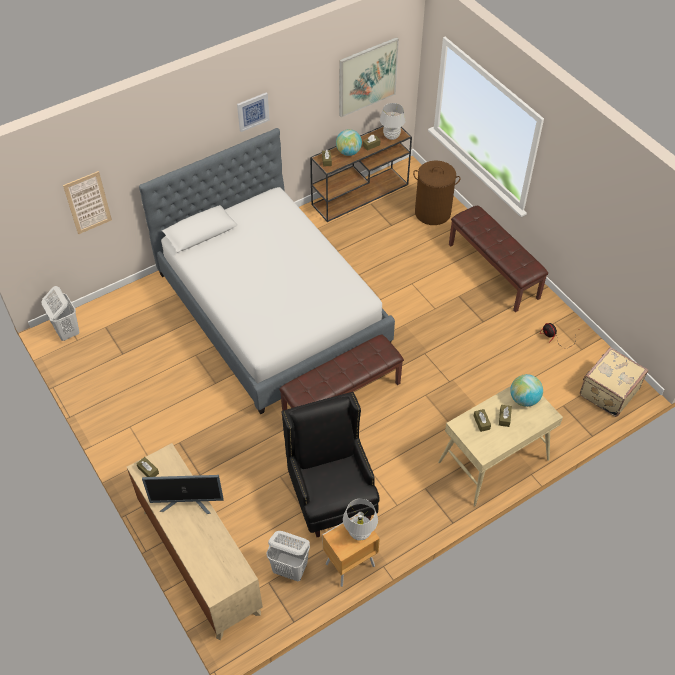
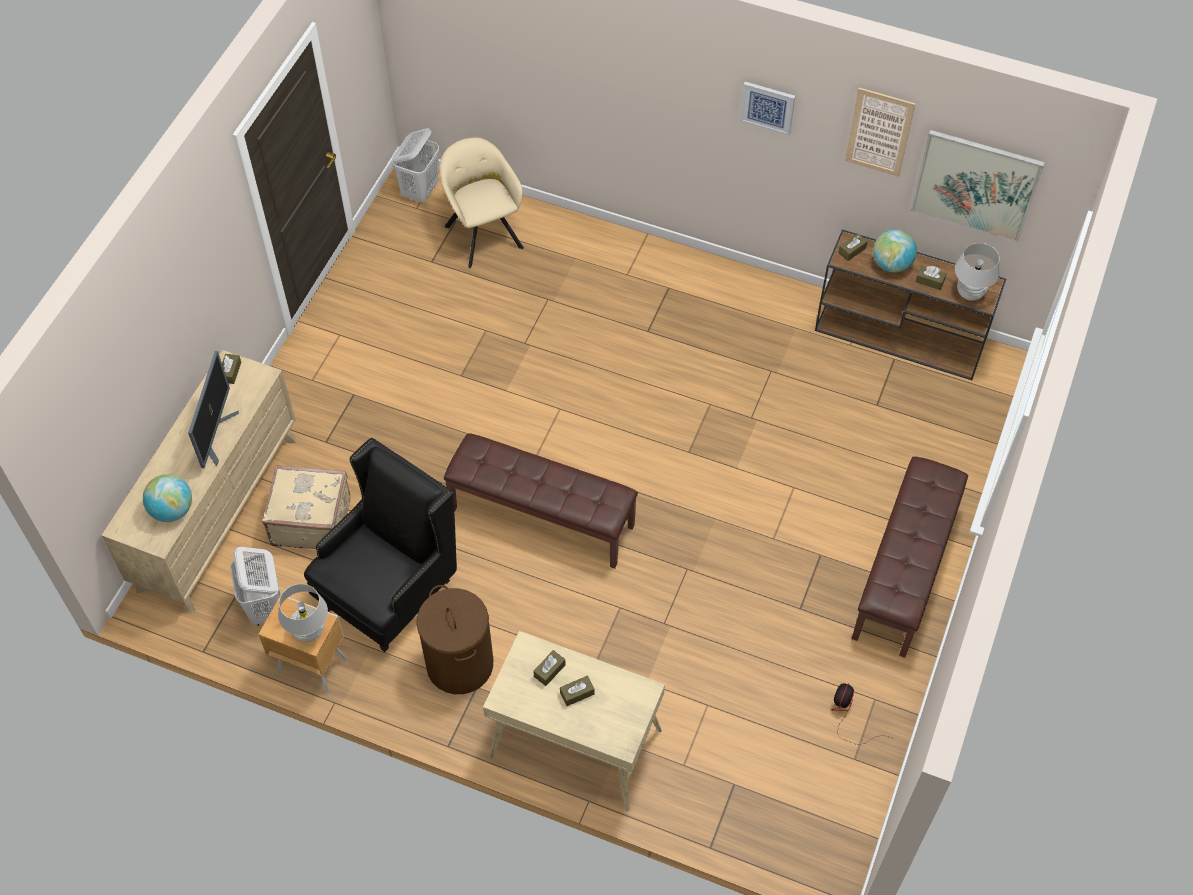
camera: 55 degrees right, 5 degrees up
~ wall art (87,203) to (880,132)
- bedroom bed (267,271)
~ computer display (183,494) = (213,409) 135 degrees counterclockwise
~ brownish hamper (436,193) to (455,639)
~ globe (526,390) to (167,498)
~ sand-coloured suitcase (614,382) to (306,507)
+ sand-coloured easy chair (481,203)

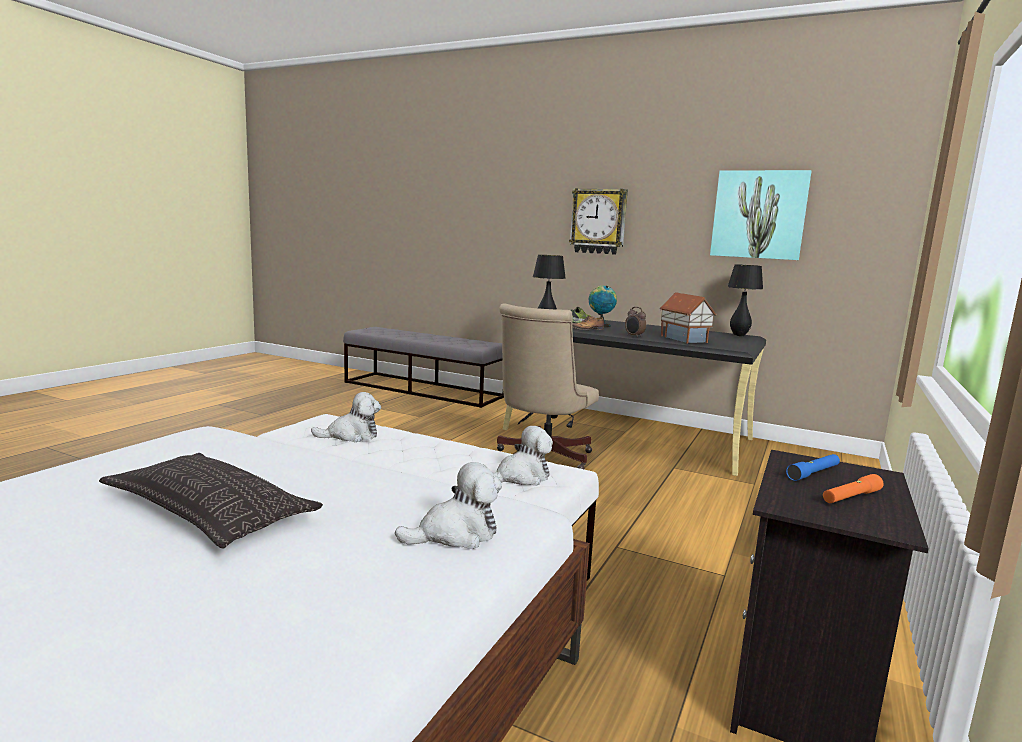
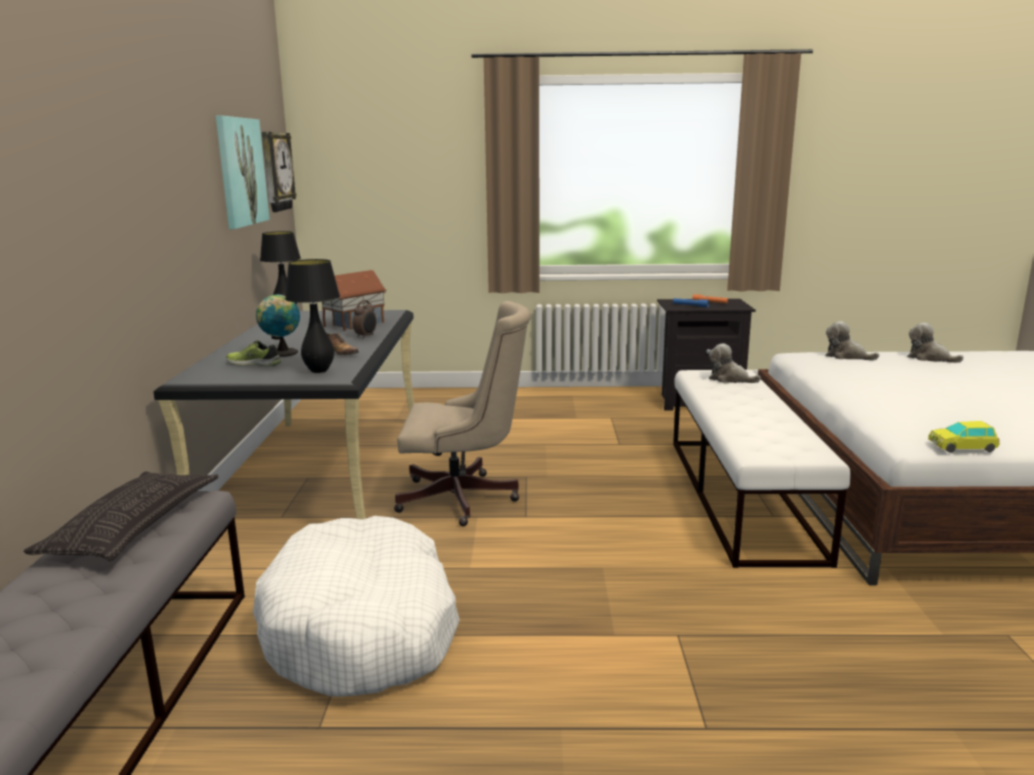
camera: 115 degrees left, 5 degrees up
~ pillow (211,500) to (120,516)
~ cuddly toy (346,417) to (935,343)
~ clock on the wall (598,221) to (279,172)
+ whitish pet bed (356,606)
+ toy car (964,437)

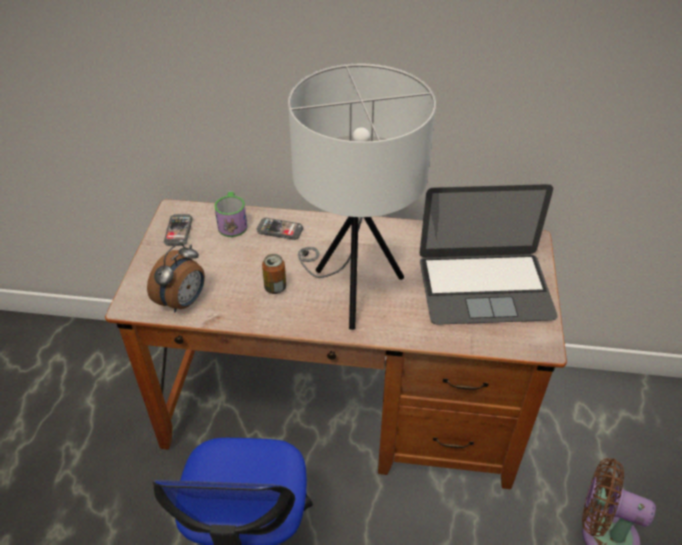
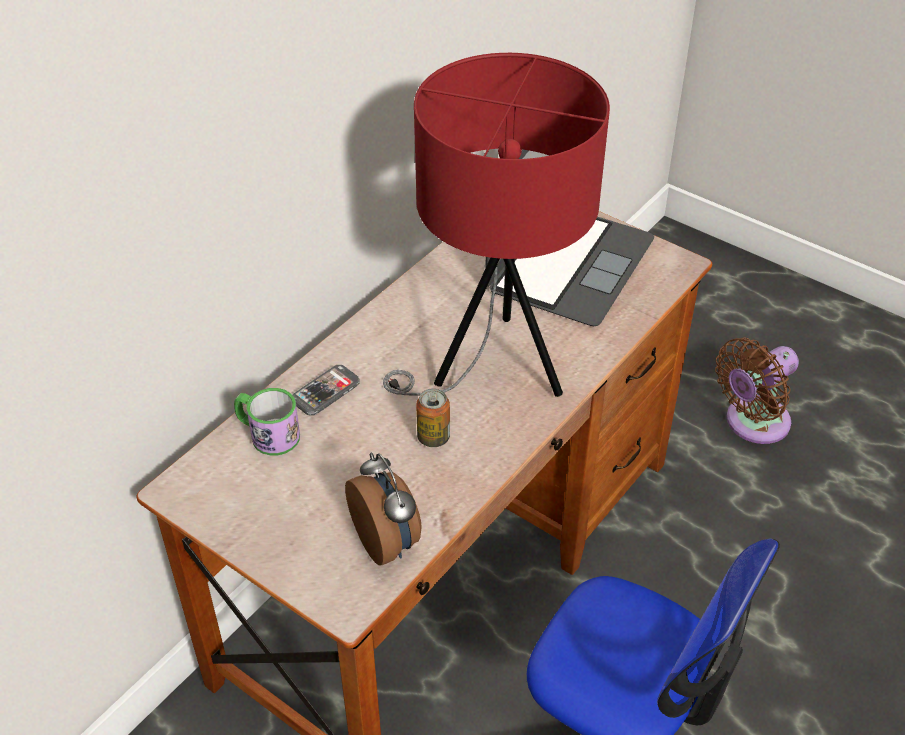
camera: 60 degrees left, 0 degrees up
- handset (178,230)
~ whitish lamp for a table (362,197) to red lamp for a table (496,225)

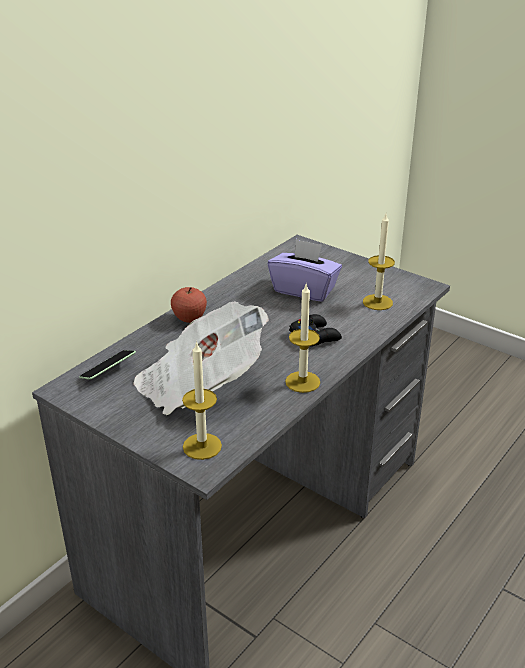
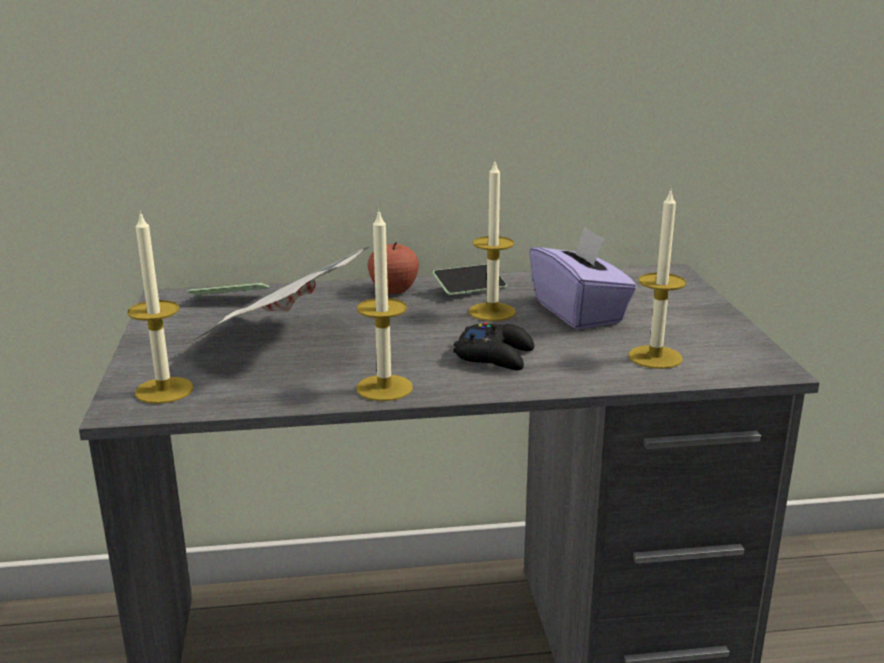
camera: 45 degrees right, 10 degrees down
+ handset (470,279)
+ wax light (492,241)

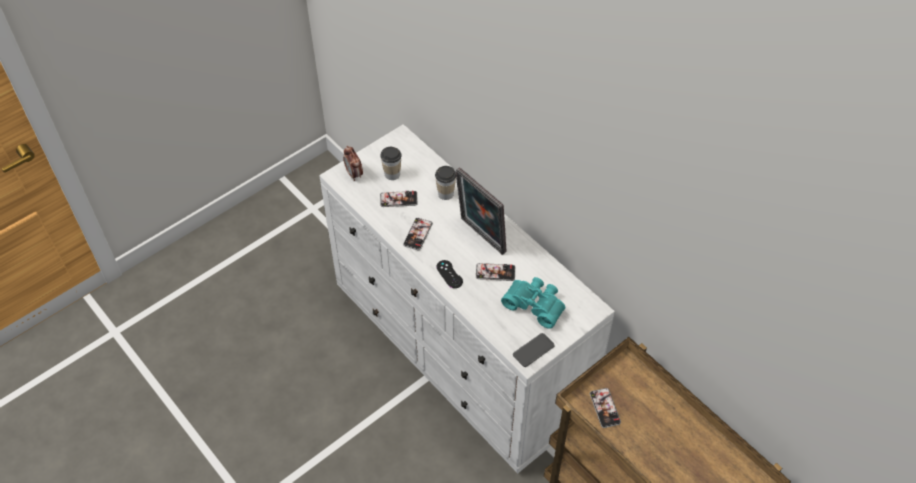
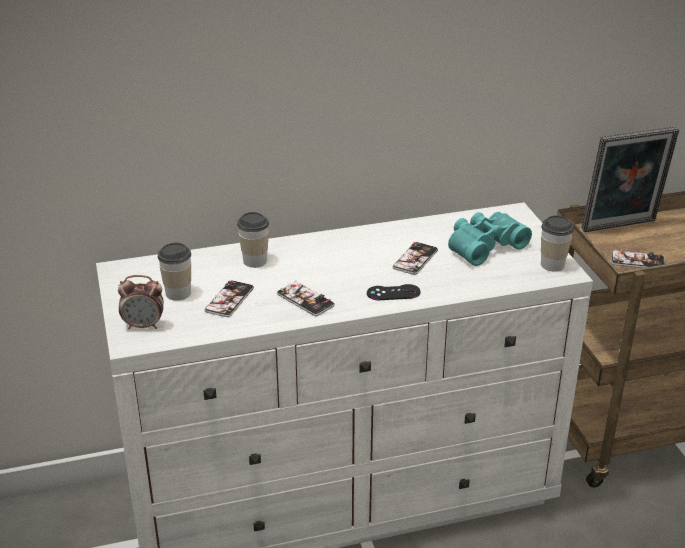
camera: 65 degrees left, 20 degrees down
~ picture frame (481,211) to (630,179)
~ handset (534,350) to small cup (557,243)

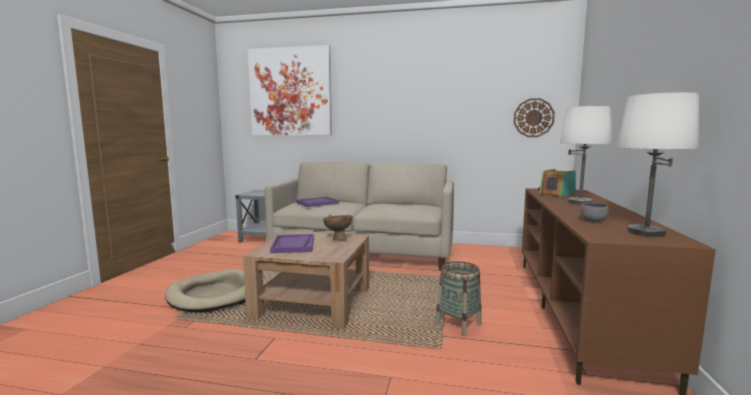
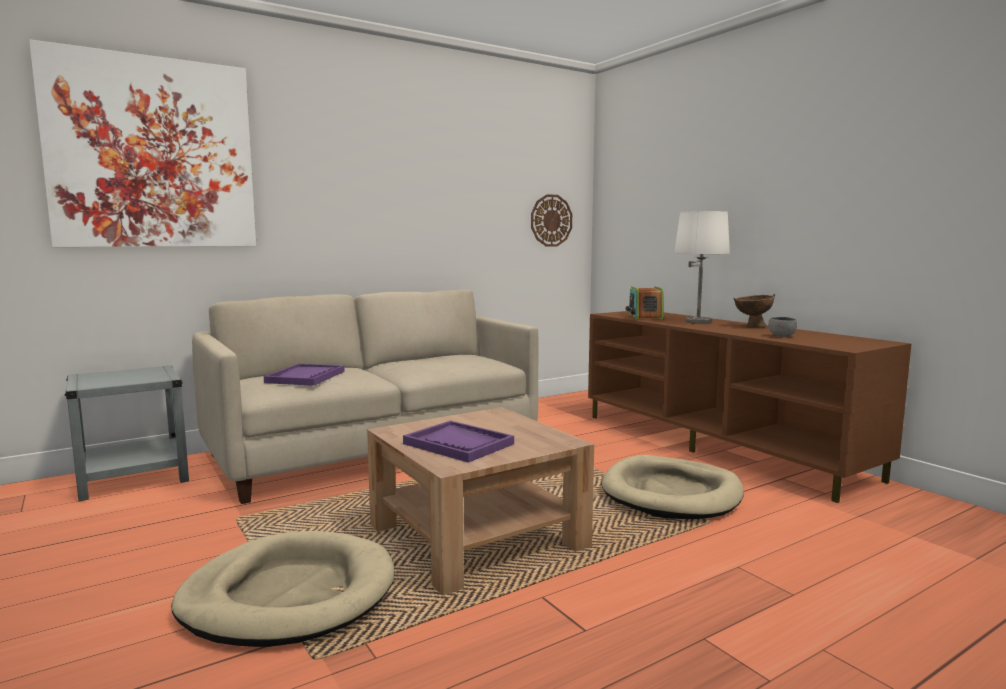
camera: 45 degrees left, 0 degrees up
~ brownish serving bowl (338,228) to (754,310)
~ basket (458,298) to sand-coloured pet bed (673,487)
- whitish lamp for a table (658,164)

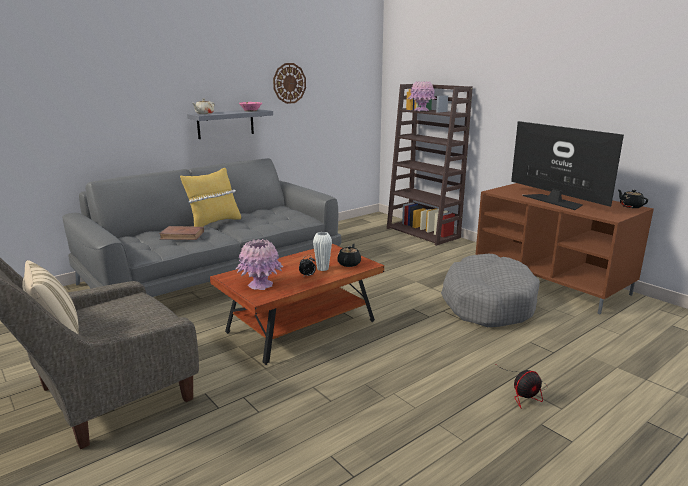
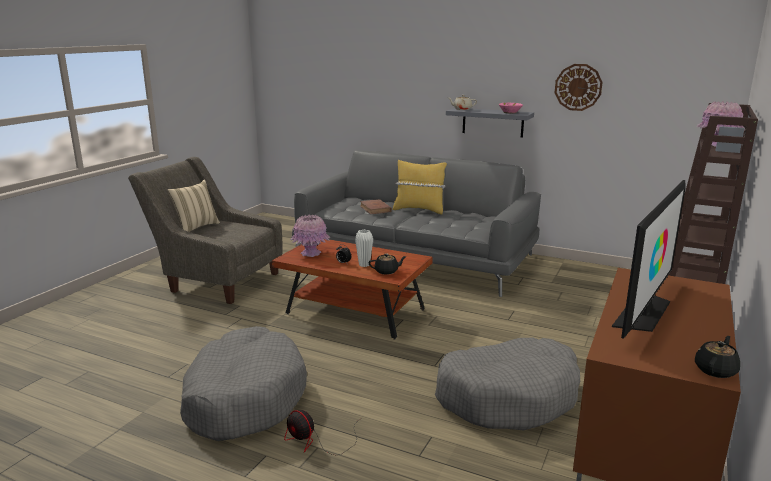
camera: 65 degrees right, 0 degrees up
+ greyish pet bed (243,383)

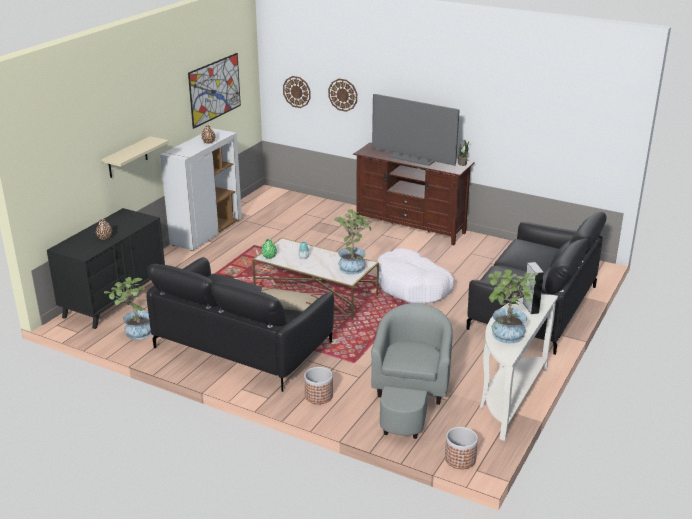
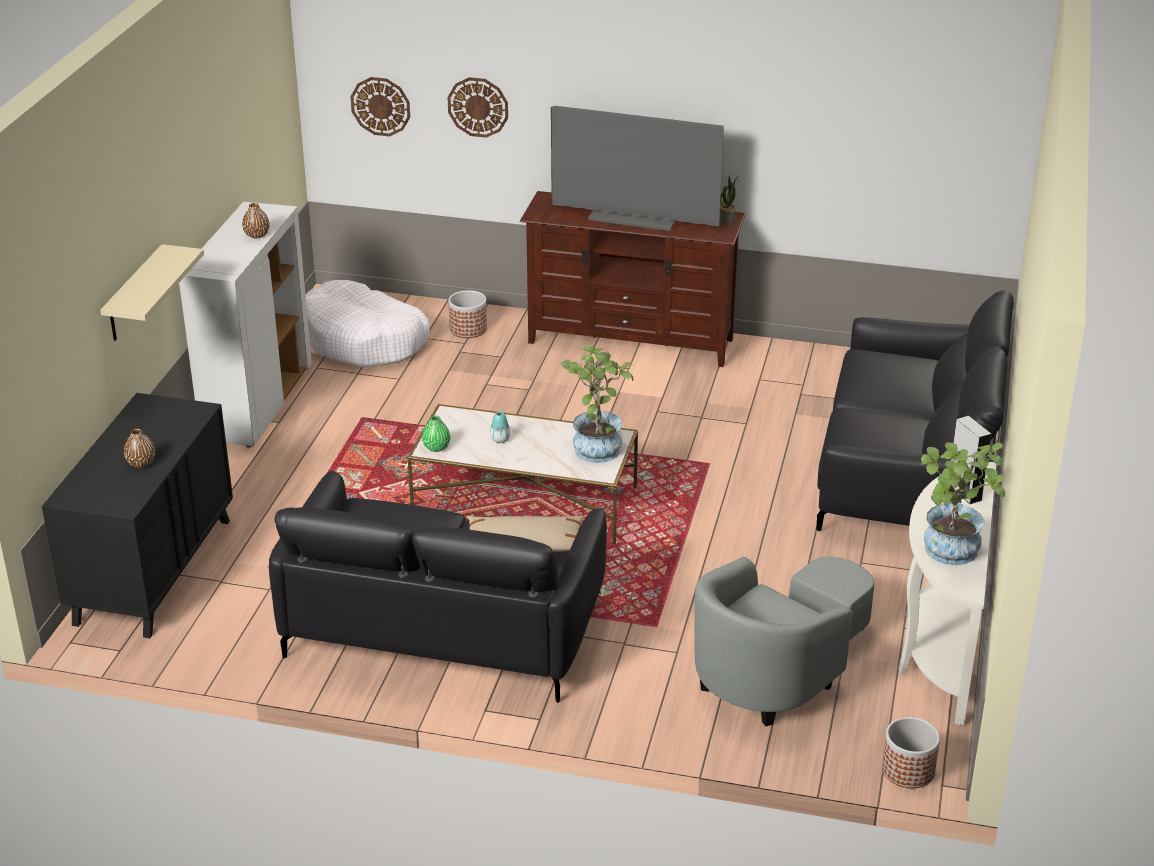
camera: 15 degrees left, 5 degrees up
- houseplant (127,308)
- wall art (214,91)
~ planter (318,385) to (467,314)
~ greyish easy chair (412,371) = (784,641) 135 degrees counterclockwise
~ whitish pet bed (415,275) to (367,323)

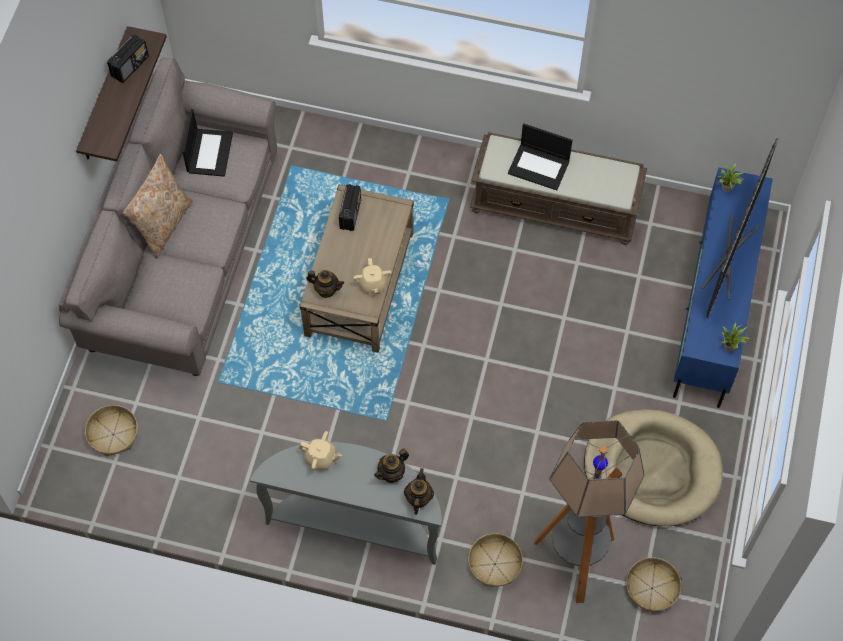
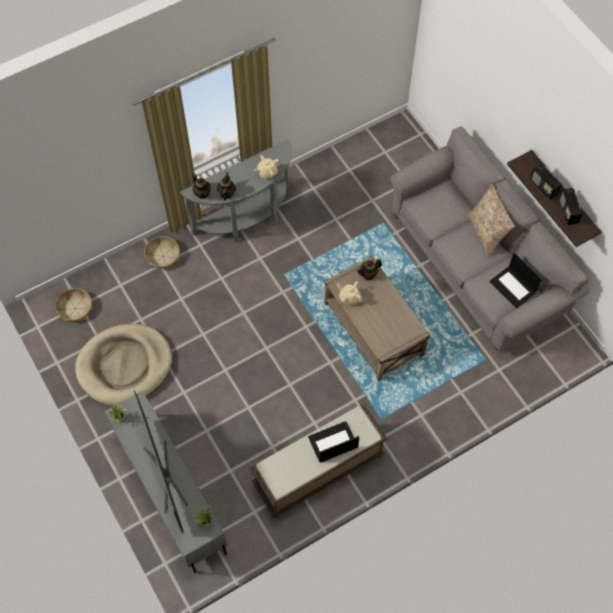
camera: 135 degrees right, 0 degrees up
- basket (111,431)
~ radio receiver (350,207) to (546,182)
- standard lamp (589,511)
~ blue tv unit (723,288) to greyish tv unit (165,482)

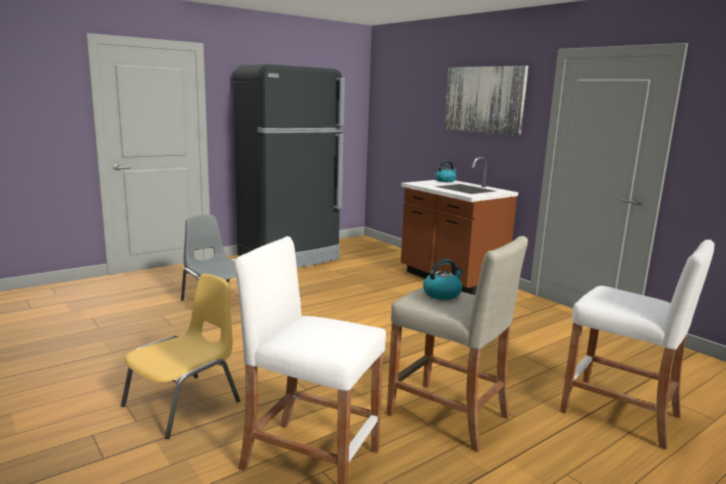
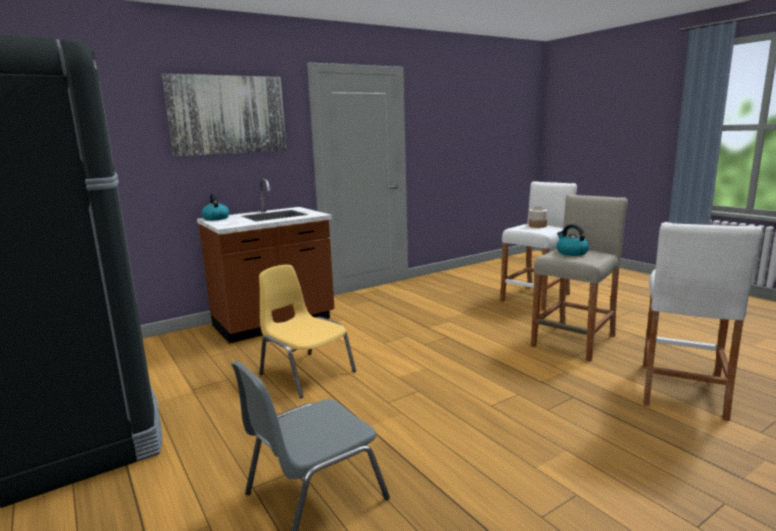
camera: 85 degrees left, 0 degrees up
~ yellow upright chair (180,356) to (307,331)
+ preserve jar (538,217)

